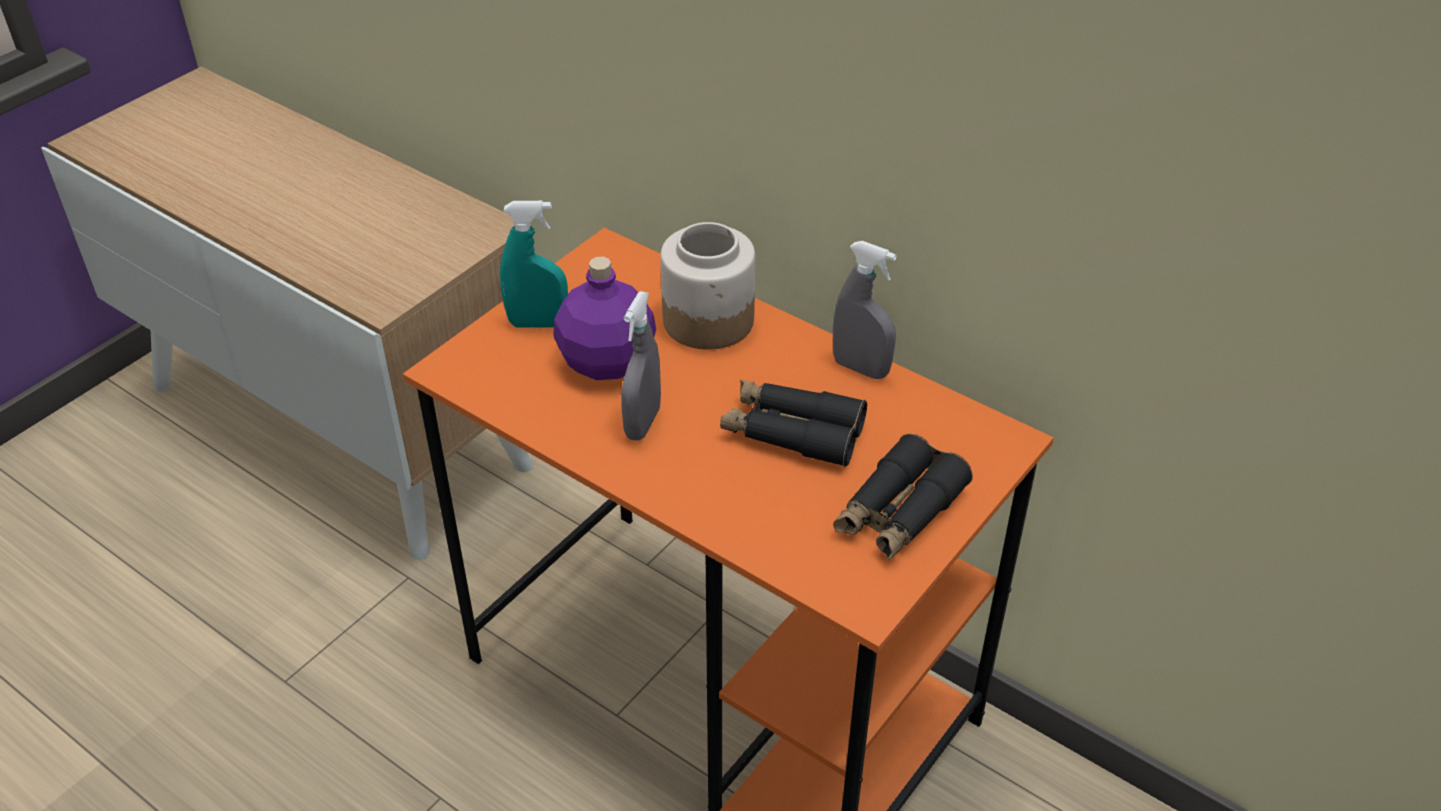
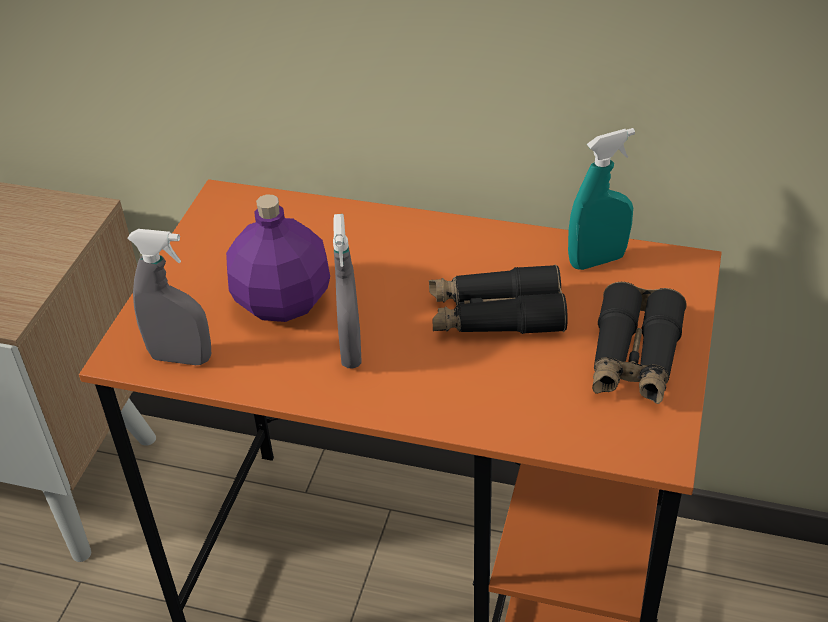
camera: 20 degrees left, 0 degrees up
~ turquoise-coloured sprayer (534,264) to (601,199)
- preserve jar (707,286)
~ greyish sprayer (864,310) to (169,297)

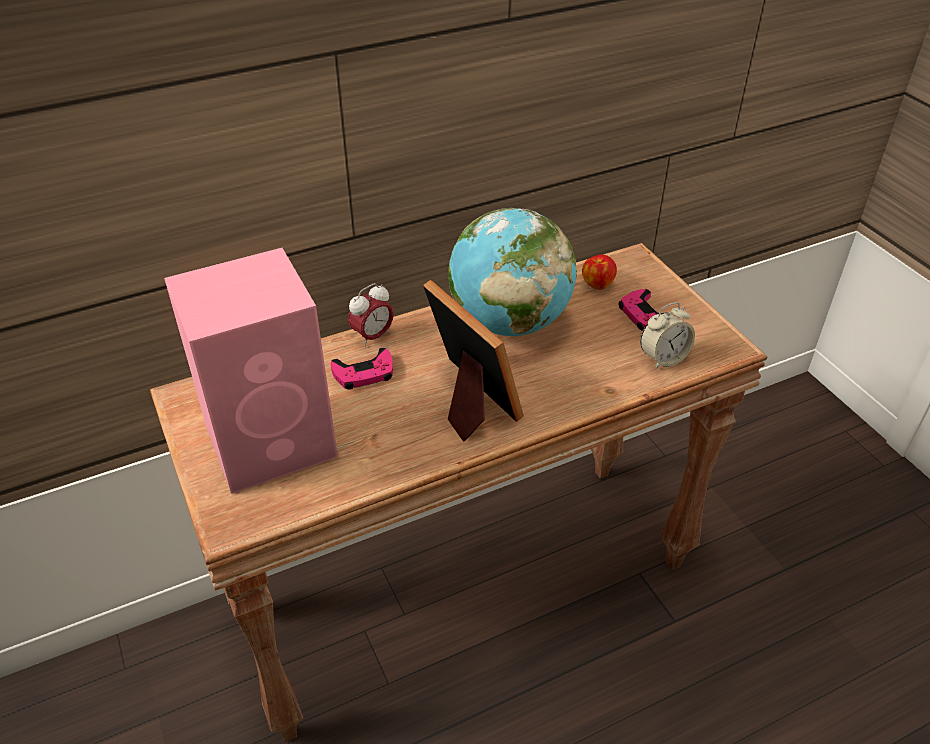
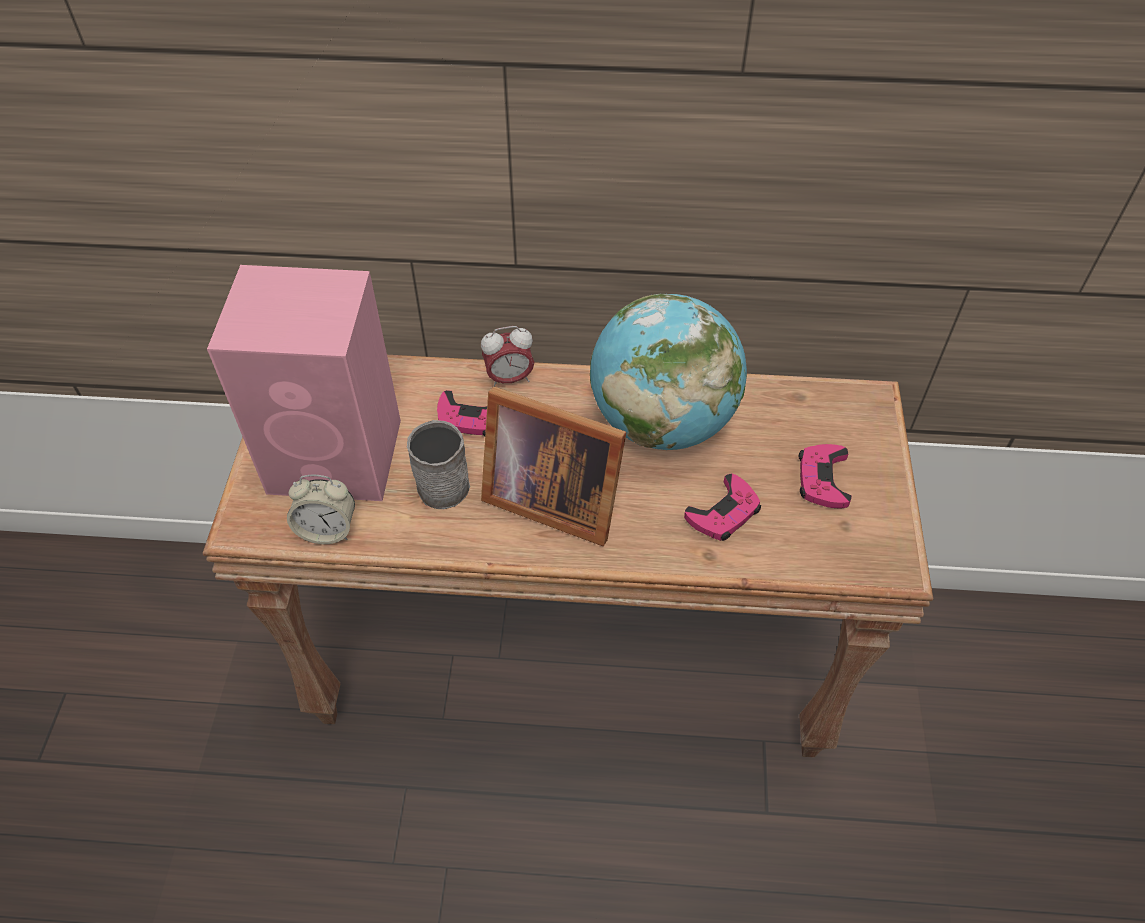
camera: 30 degrees right, 10 degrees up
~ picture frame (473,361) = (553,466) 120 degrees clockwise
- apple fruit (599,272)
~ bedside clock (667,336) to (321,509)
+ greyish tea mug (438,464)
+ pinkish gamepad (722,507)

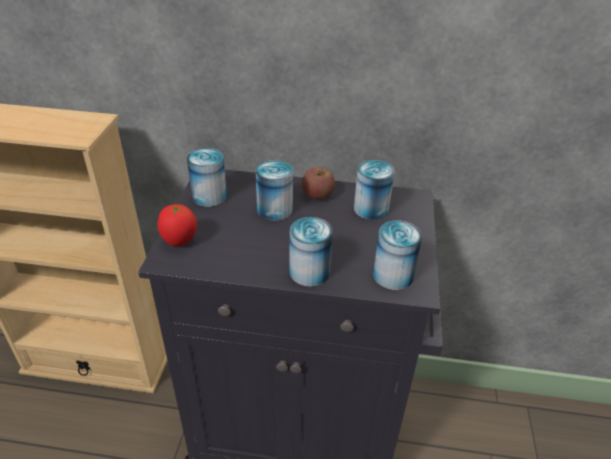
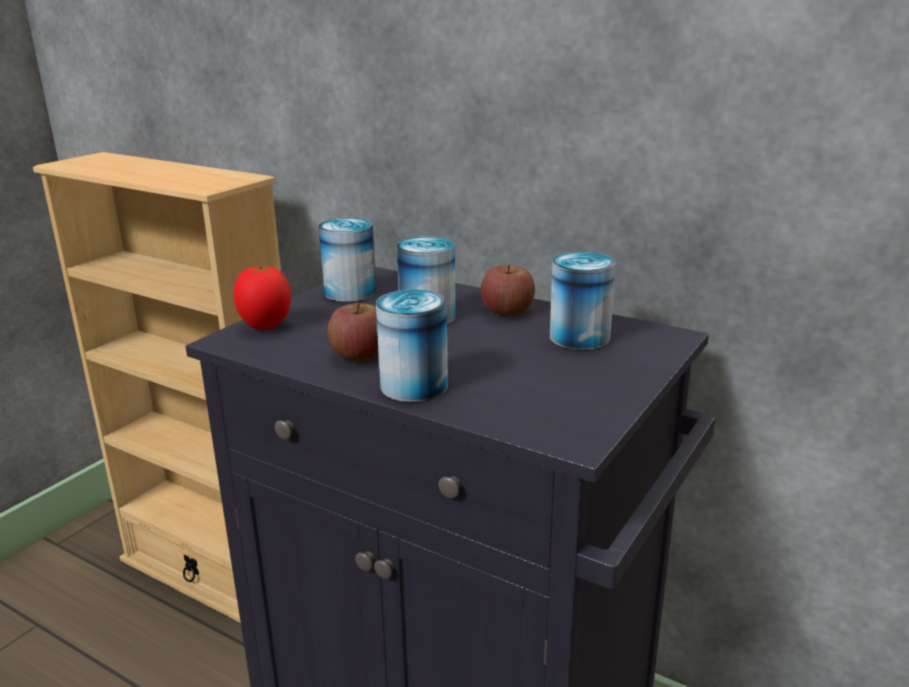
camera: 25 degrees right, 15 degrees down
- metal can (397,255)
+ apple fruit (353,332)

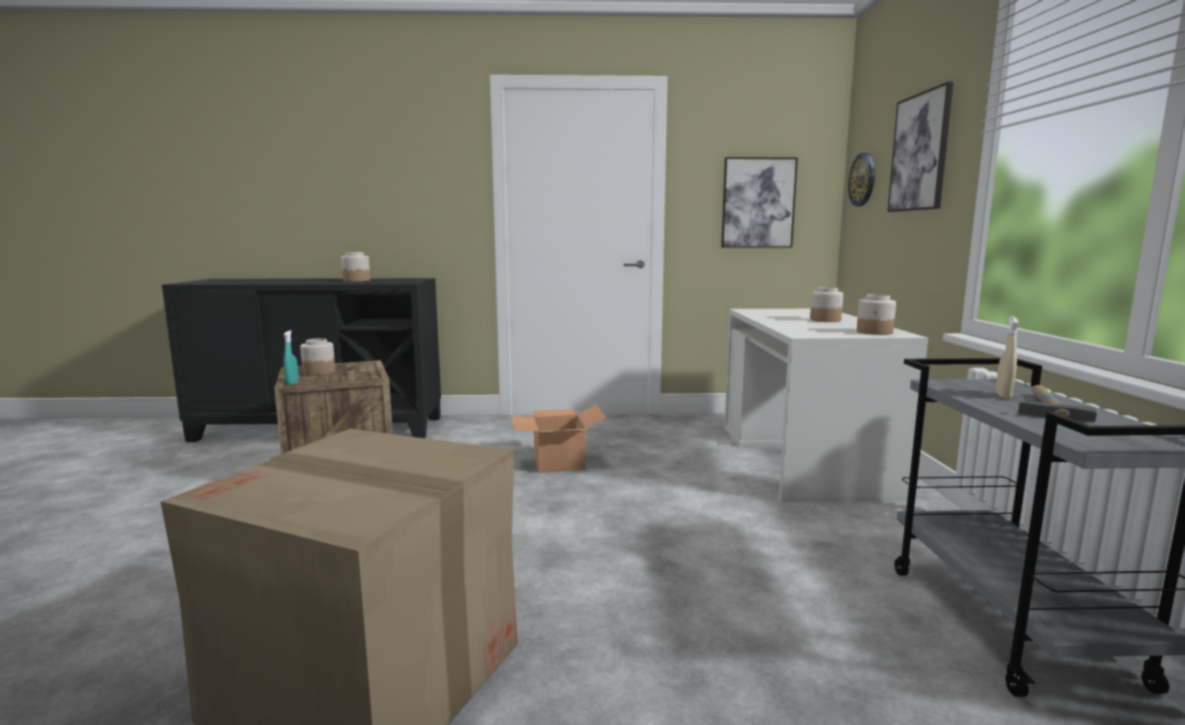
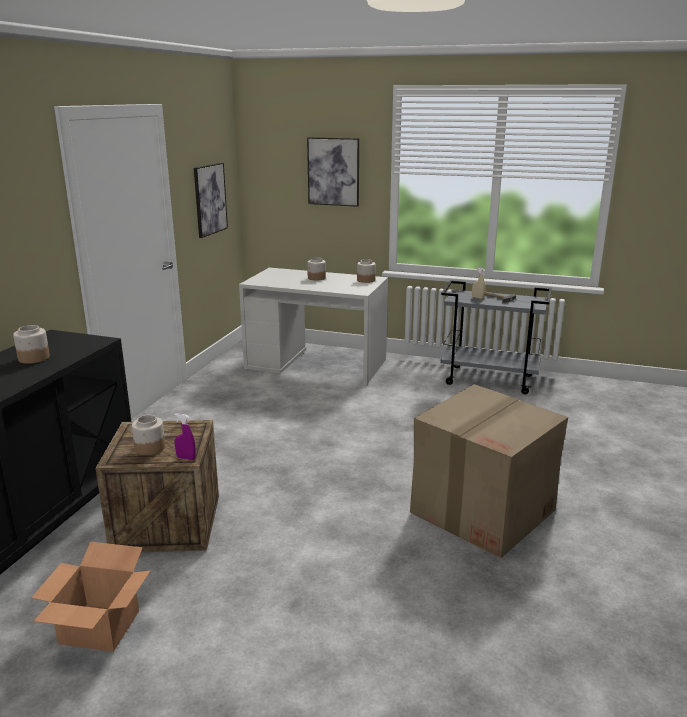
camera: 70 degrees left, 10 degrees up
~ turquoise-coloured sprayer (291,357) to purplish sprayer (185,436)
~ cardboard box (559,438) to (90,597)
- clock on the wall (861,179)

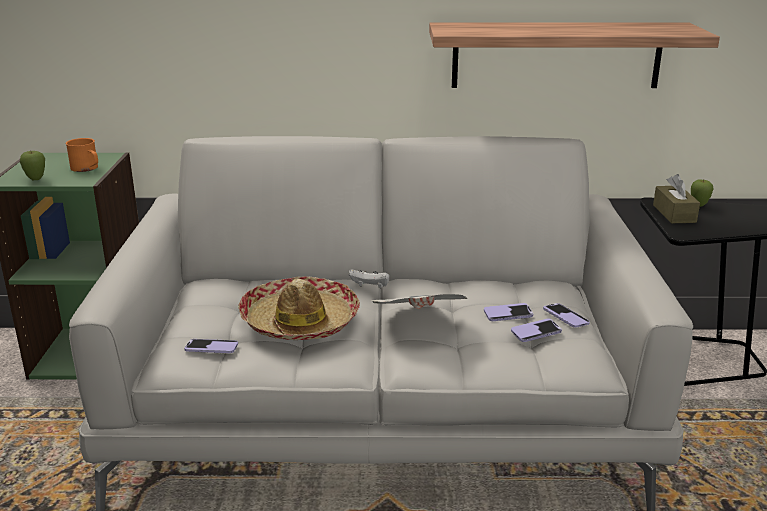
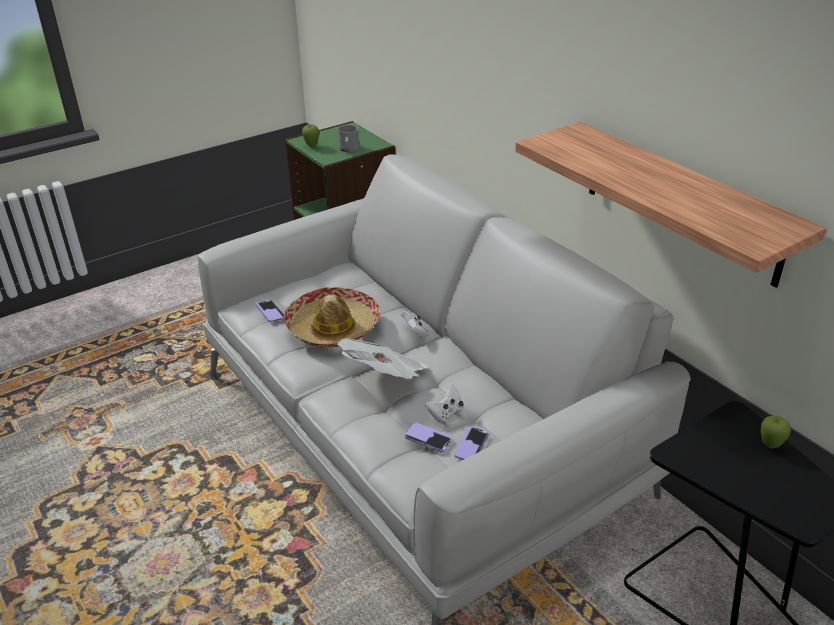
camera: 55 degrees right, 10 degrees up
~ orange-coloured tea mug (82,155) to greyish tea mug (348,138)
~ handset (508,312) to whitish gamepad (444,404)
- brownish tissue holder (676,198)

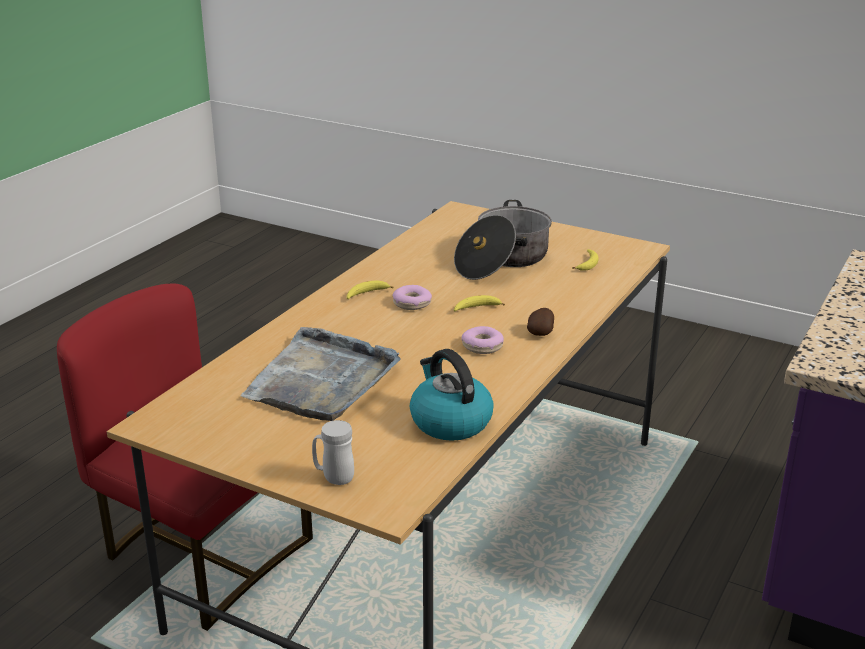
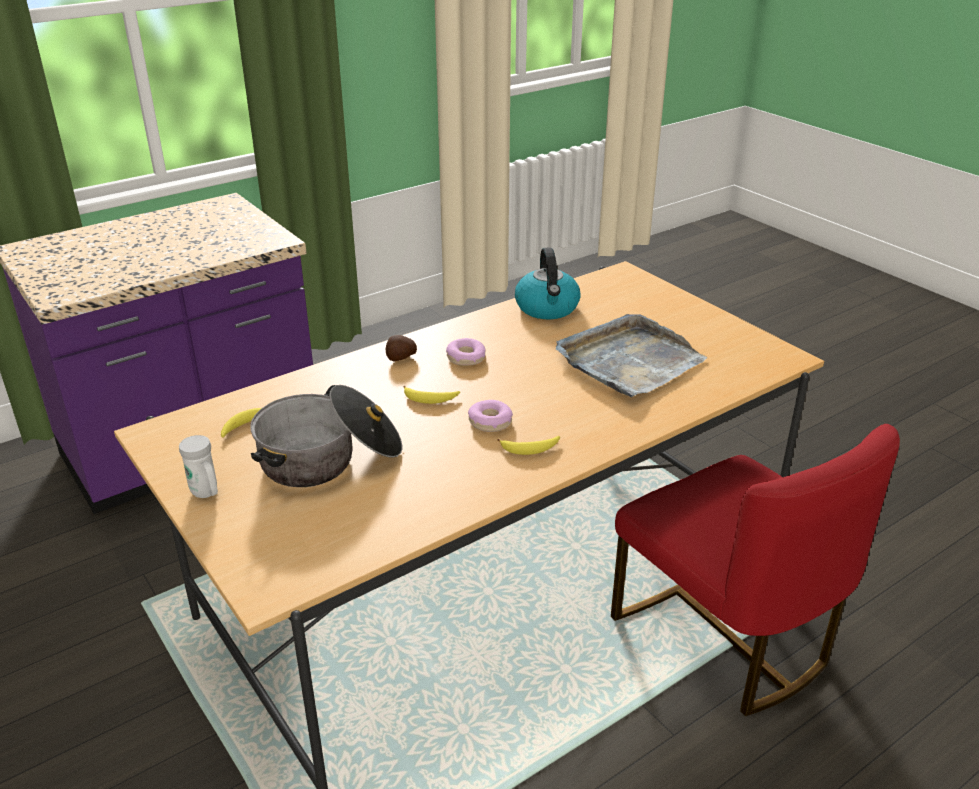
camera: 155 degrees left, 5 degrees up
~ whitish tea mug (333,452) to (198,466)

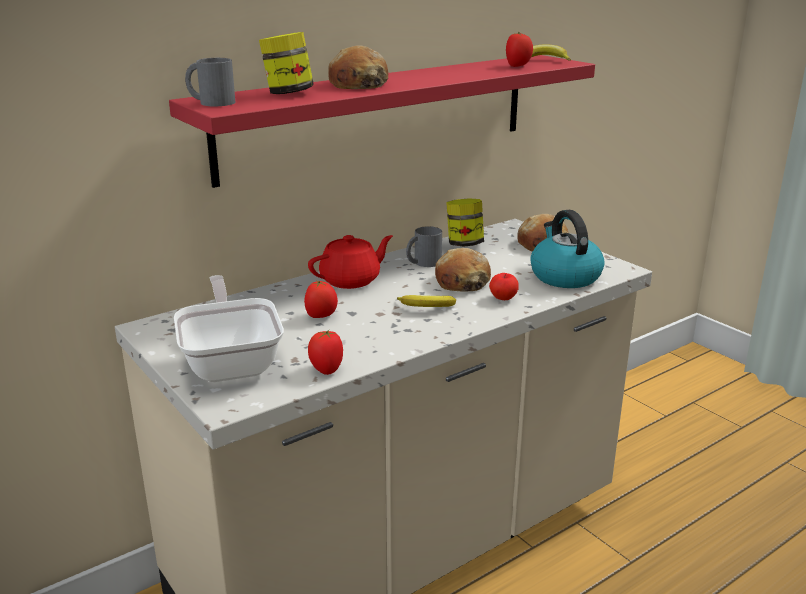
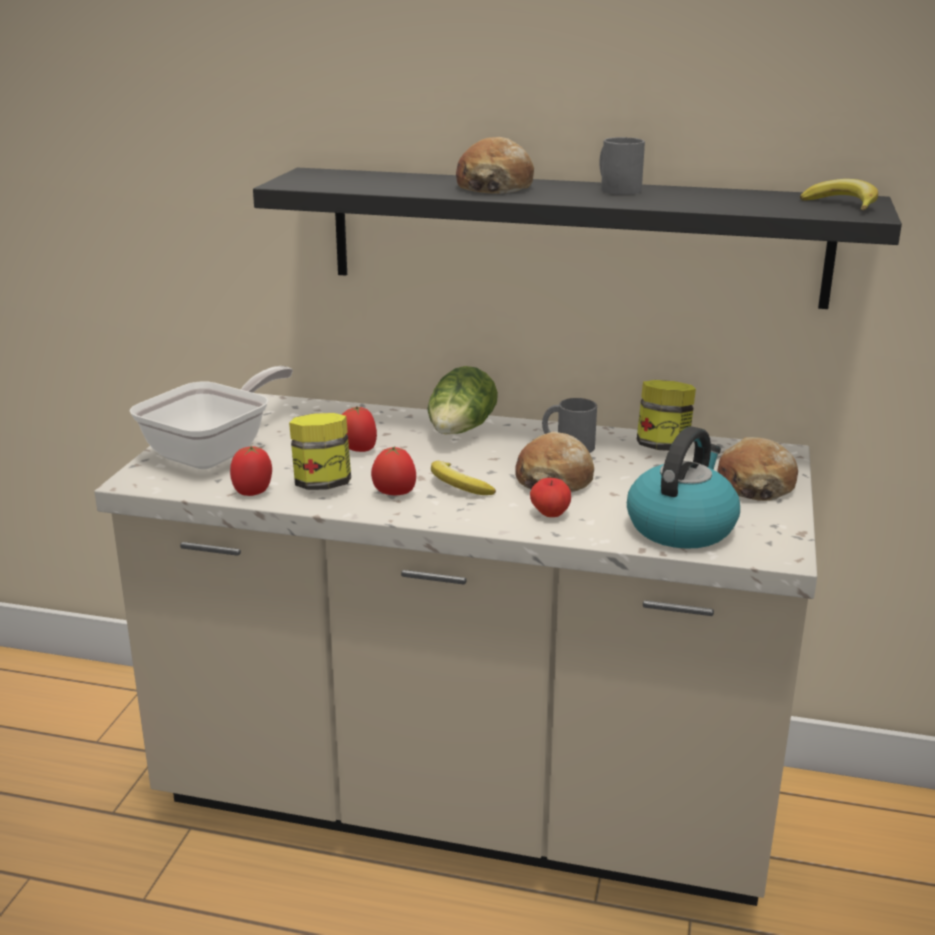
camera: 50 degrees right, 0 degrees up
~ red shelf (382,121) to black-coloured shelf (577,238)
~ greyish tea mug (210,82) to (622,166)
~ preserve jar (286,63) to (320,451)
~ red tea pot (350,262) to lettuce (462,400)
~ tomato (519,49) to (393,471)

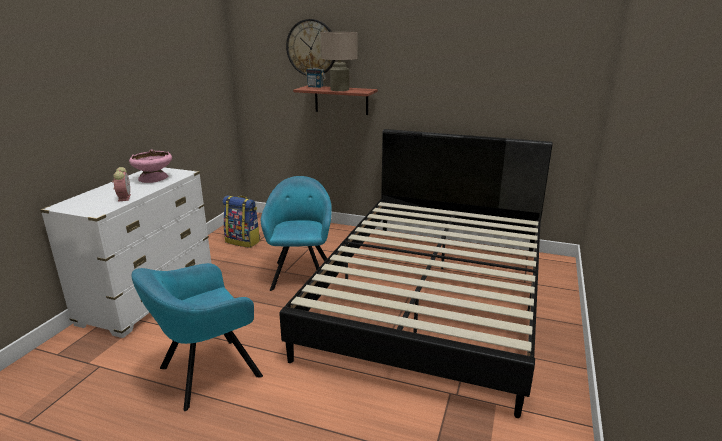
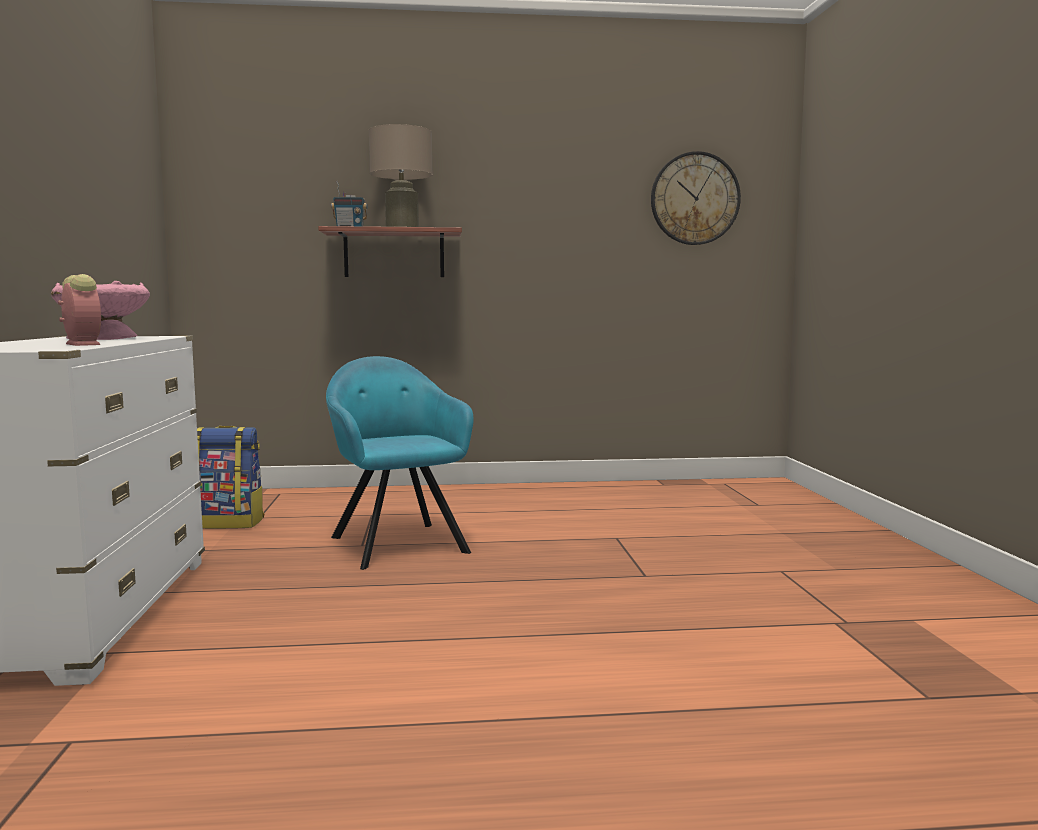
camera: 25 degrees left, 15 degrees down
- turquoise-coloured easy chair (197,337)
- black-coloured bedroom bed (416,273)
~ clock on the wall (310,47) to (696,198)

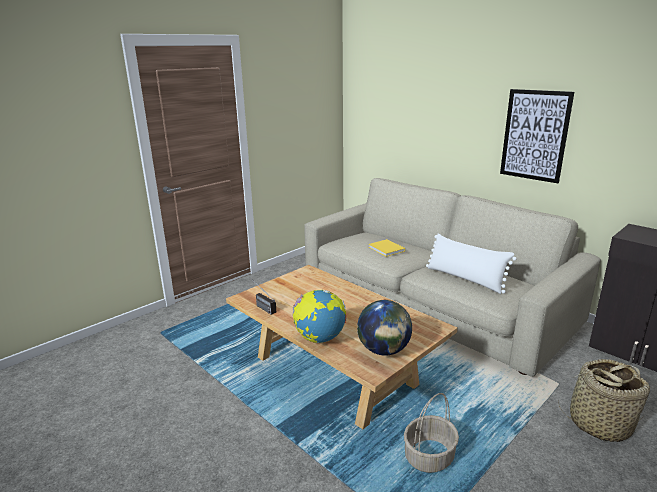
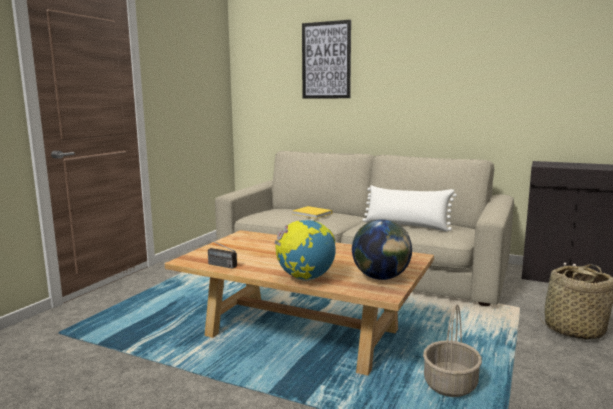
camera: 20 degrees left, 10 degrees down
~ wall art (537,136) to (326,59)

